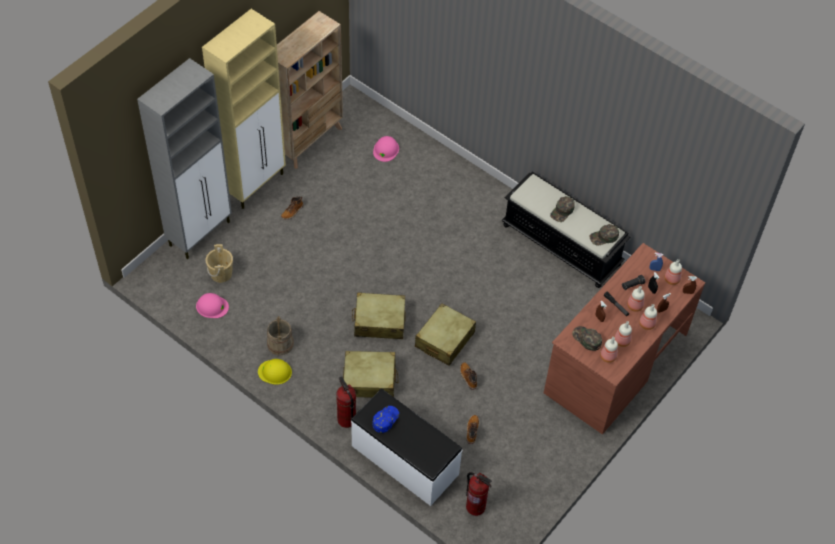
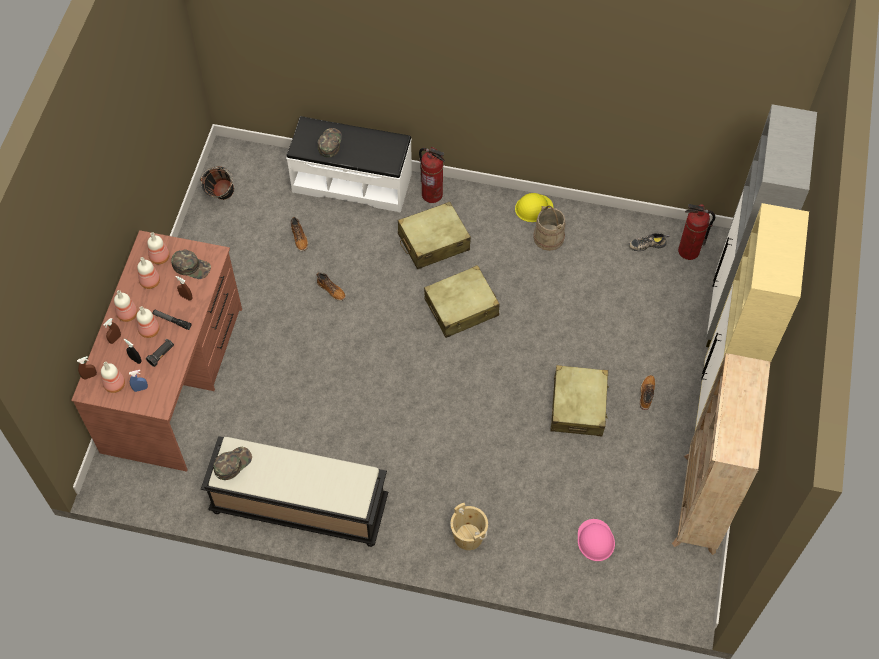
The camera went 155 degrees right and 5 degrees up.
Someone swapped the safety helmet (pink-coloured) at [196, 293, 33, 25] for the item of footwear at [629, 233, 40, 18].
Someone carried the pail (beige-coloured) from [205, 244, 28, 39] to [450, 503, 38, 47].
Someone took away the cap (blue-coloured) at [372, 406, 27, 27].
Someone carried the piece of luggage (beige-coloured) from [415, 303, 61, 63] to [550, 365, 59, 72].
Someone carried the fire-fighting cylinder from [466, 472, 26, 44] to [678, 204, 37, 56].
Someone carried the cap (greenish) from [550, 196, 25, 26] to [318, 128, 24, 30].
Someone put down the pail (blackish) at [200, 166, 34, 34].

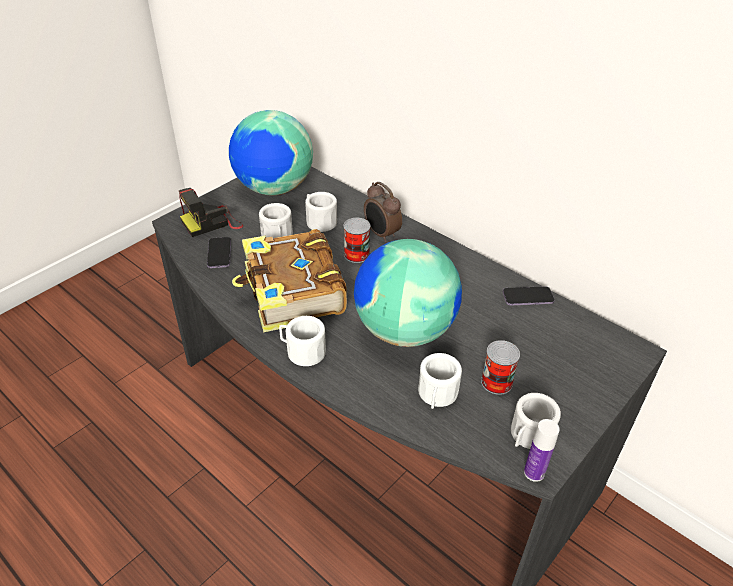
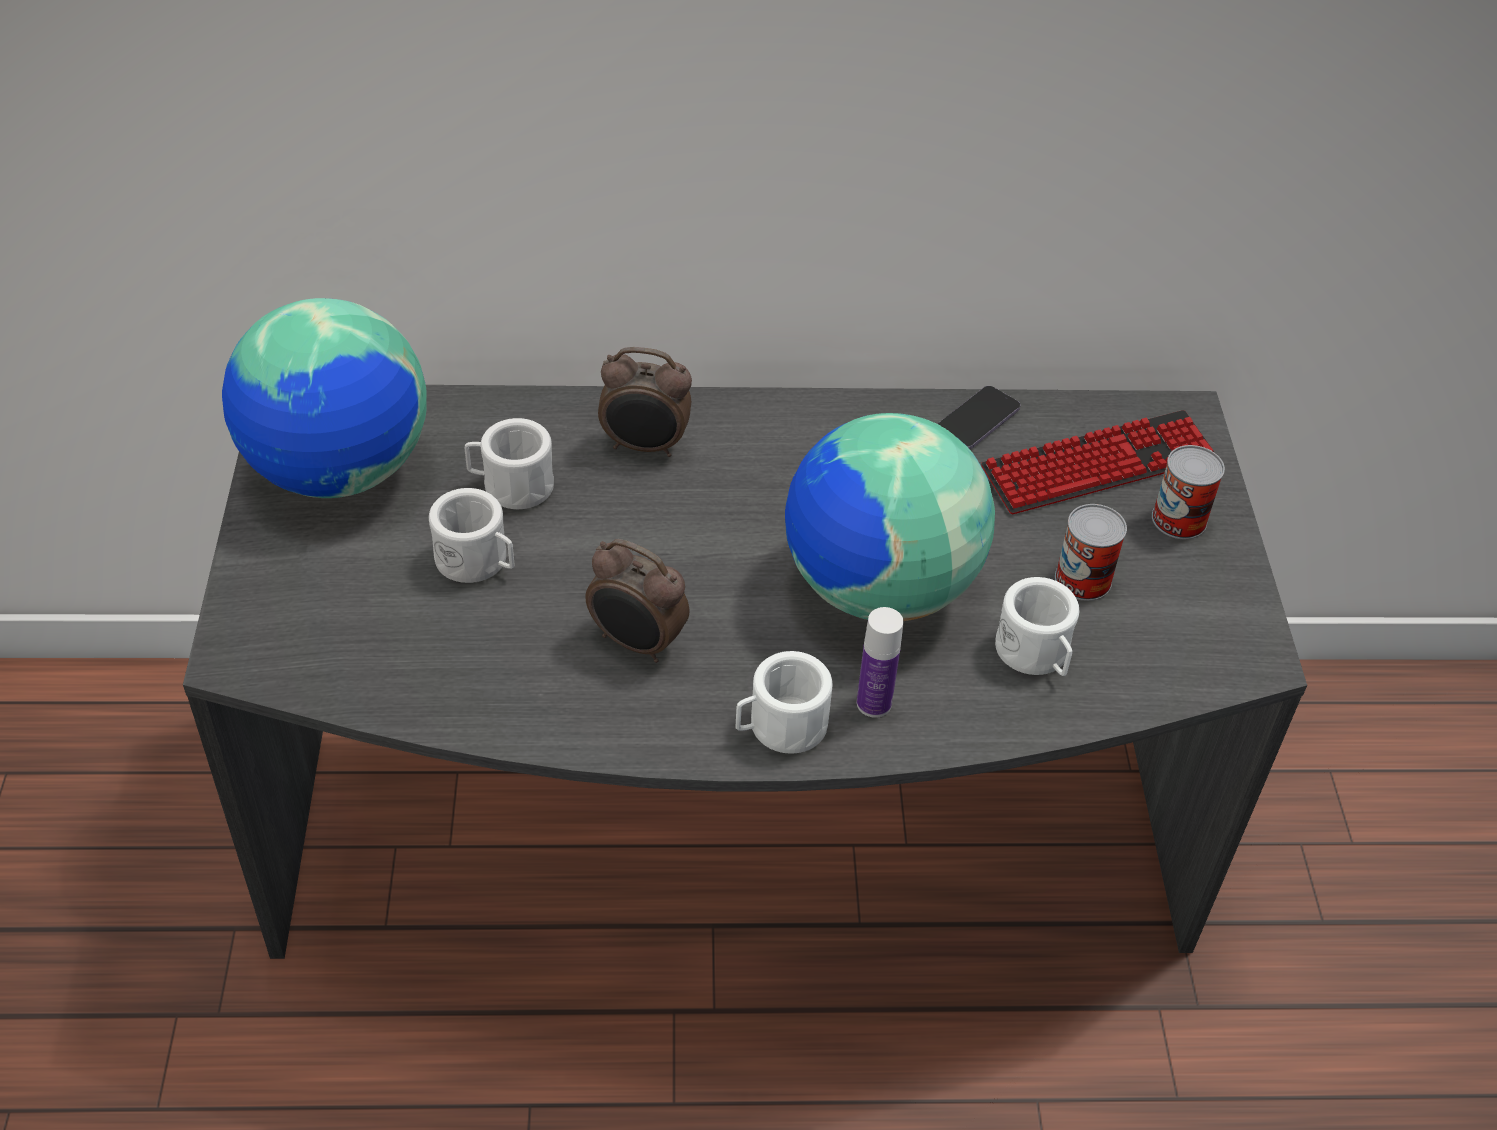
The camera went 45 degrees left and 5 degrees up.
Someone took away the still camera at [179, 188, 64, 49].
Someone took away the telephone at [207, 237, 24, 31].
Someone swapped the book at [232, 229, 115, 103] for the table clock at [586, 539, 103, 124].
Someone carried the metal can from [344, 218, 26, 45] to [1152, 445, 73, 94].
Someone took away the tea mug (white-coloured) at [511, 393, 50, 56].
Someone carried the beverage bottle from [524, 419, 36, 63] to [857, 607, 47, 111].
Someone put down the computer keyboard at [981, 410, 234, 104].

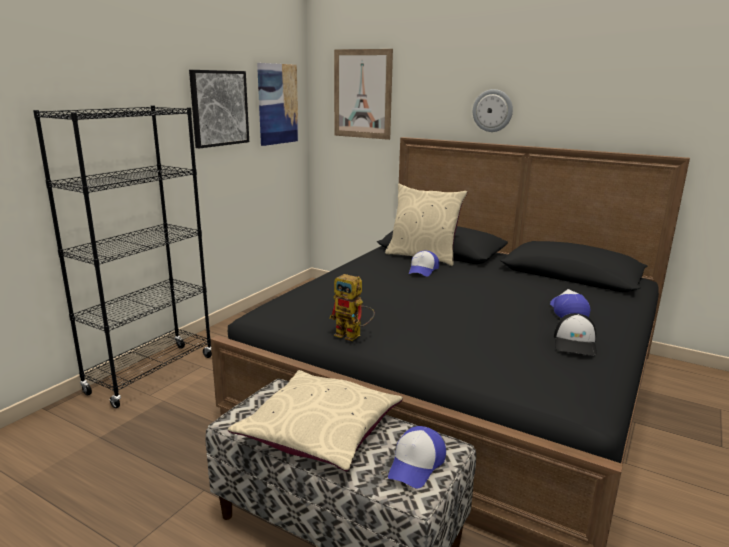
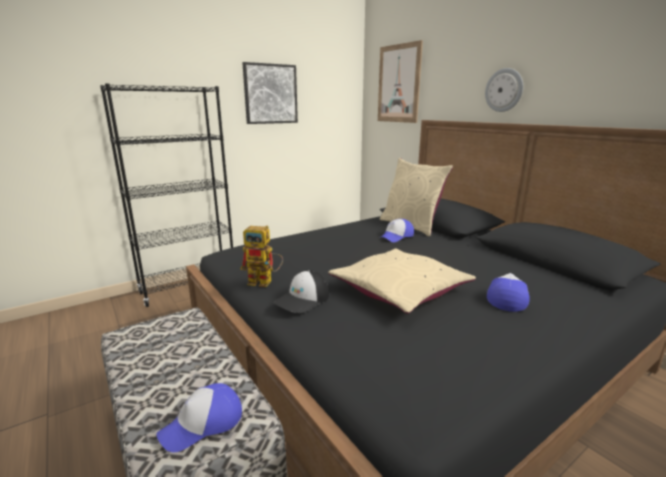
The camera went 25 degrees right and 0 degrees up.
Someone carried the pillow (beige-coloured) from [228, 370, 175, 101] to [328, 248, 148, 66].
Someone took away the picture at [257, 63, 42, 83].
Someone rotated the model robot at [330, 274, 45, 67] by 45 degrees counterclockwise.
Someone carried the cap from [554, 313, 43, 42] to [274, 270, 55, 43].

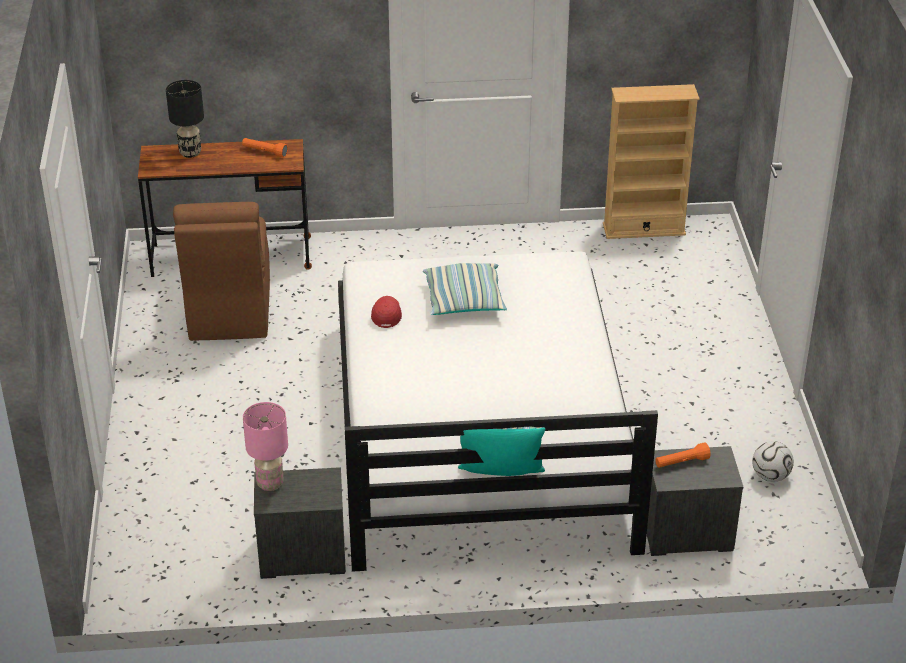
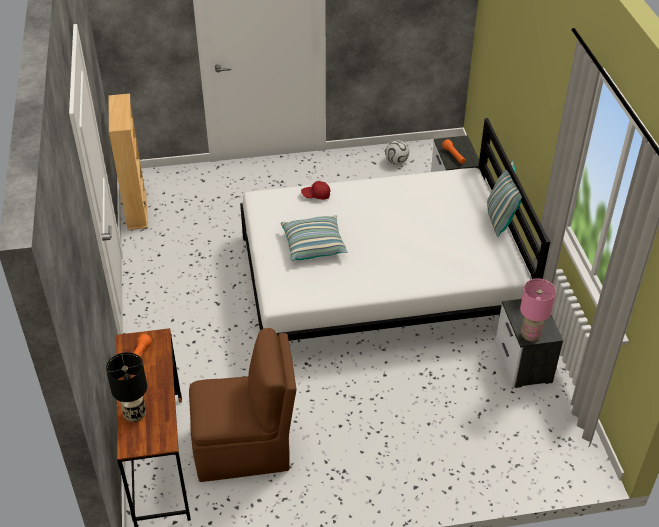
The camera went 95 degrees left and 5 degrees up.
Someone carried the cap (red) from [371, 296, 31, 32] to [301, 181, 29, 19].

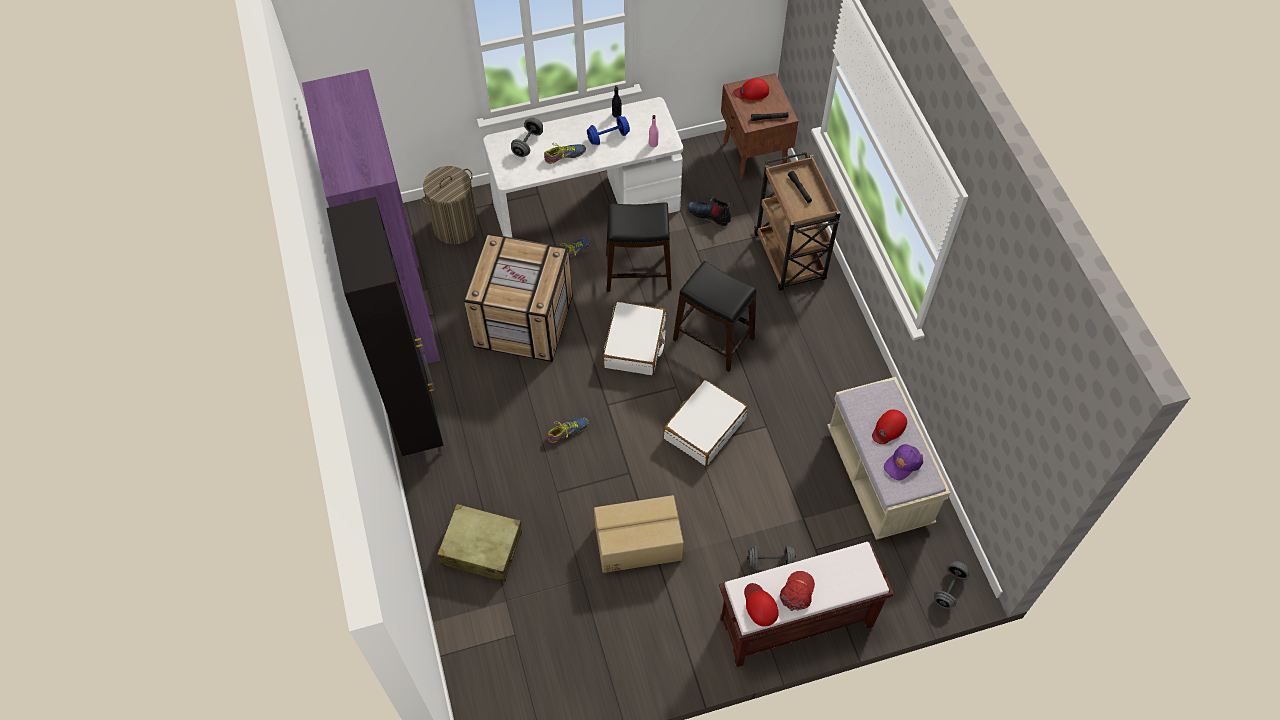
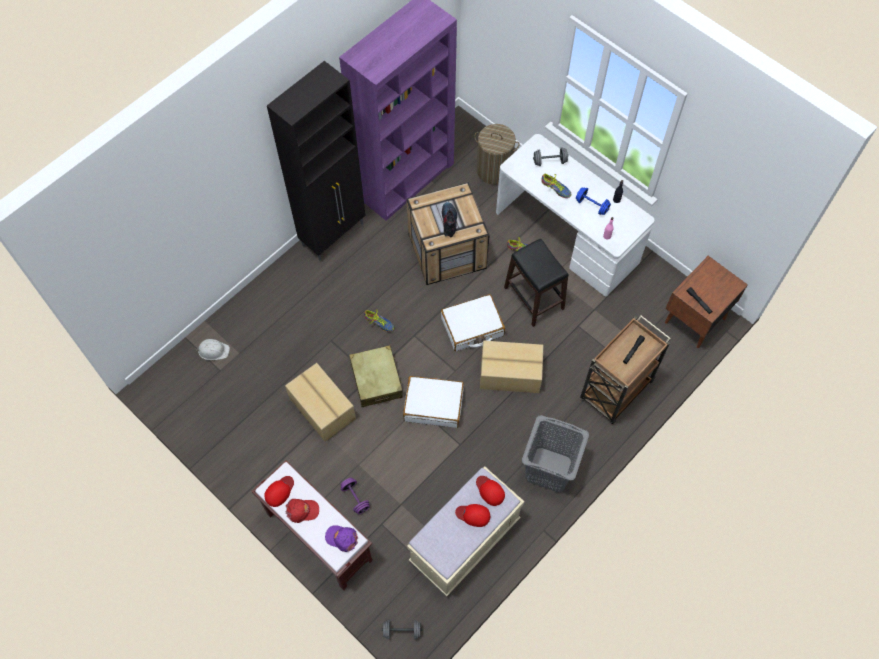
The camera went 60 degrees right and 5 degrees up.
Someone carried the piece of luggage (beige-coloured) from [437, 504, 85, 78] to [349, 345, 54, 62].
Someone swapped the stool (blackish) at [673, 261, 84, 111] for the cardboard box at [480, 341, 63, 52].
Someone carried the tall boot from [688, 197, 46, 29] to [442, 202, 15, 35].
Someone carried the cap (red) from [733, 78, 36, 22] to [476, 476, 29, 30].
Someone repainted the dumbbell (gray) at [747, 545, 49, 24], which became the dumbbell (purplish) at [341, 478, 29, 36].
Someone carried the cap (purplish) from [884, 444, 39, 36] to [325, 525, 33, 27].
Someone put down the safety helmet (white-coloured) at [196, 339, 34, 21].
Someone put down the hamper (gray) at [522, 415, 67, 77].

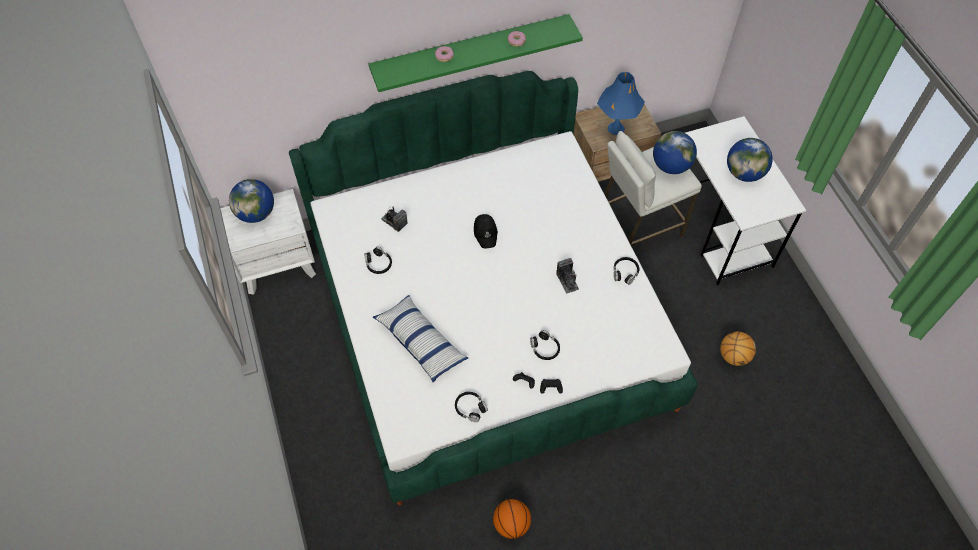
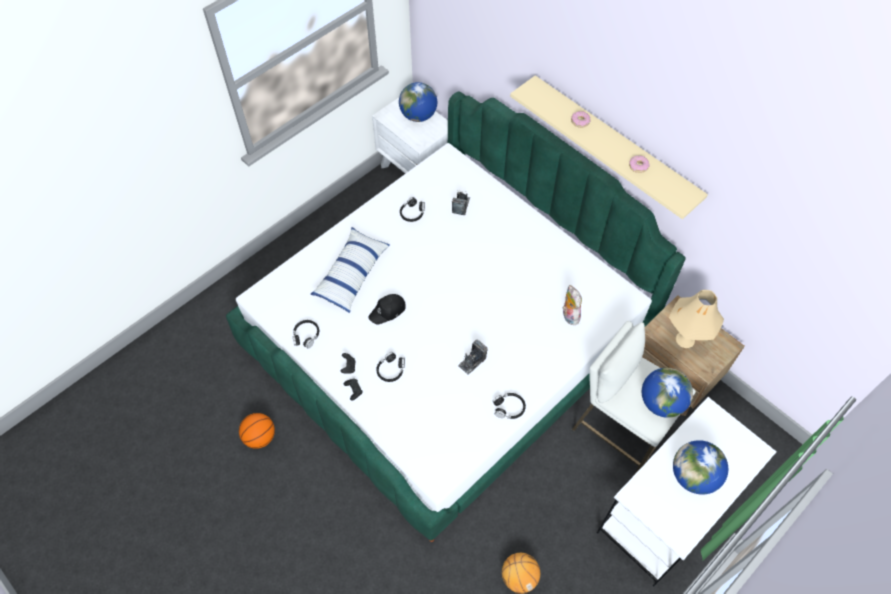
The camera went 65 degrees right and 0 degrees up.
Someone repainted the shelf (greenish) at [368, 14, 215, 78], which became the shelf (beige-coloured) at [510, 76, 198, 143].
Someone carried the cap (blackish) from [474, 214, 24, 34] to [369, 294, 37, 31].
Someone repainted the tabletop lamp (blue-coloured) at [597, 72, 48, 63], which became the tabletop lamp (beige-coloured) at [669, 290, 55, 58].
Someone put down the cuddly toy at [563, 285, 19, 40].

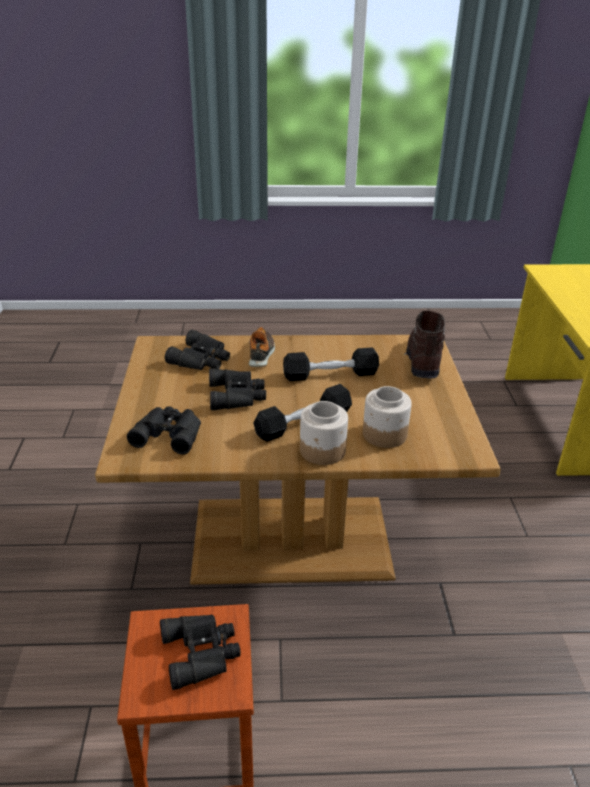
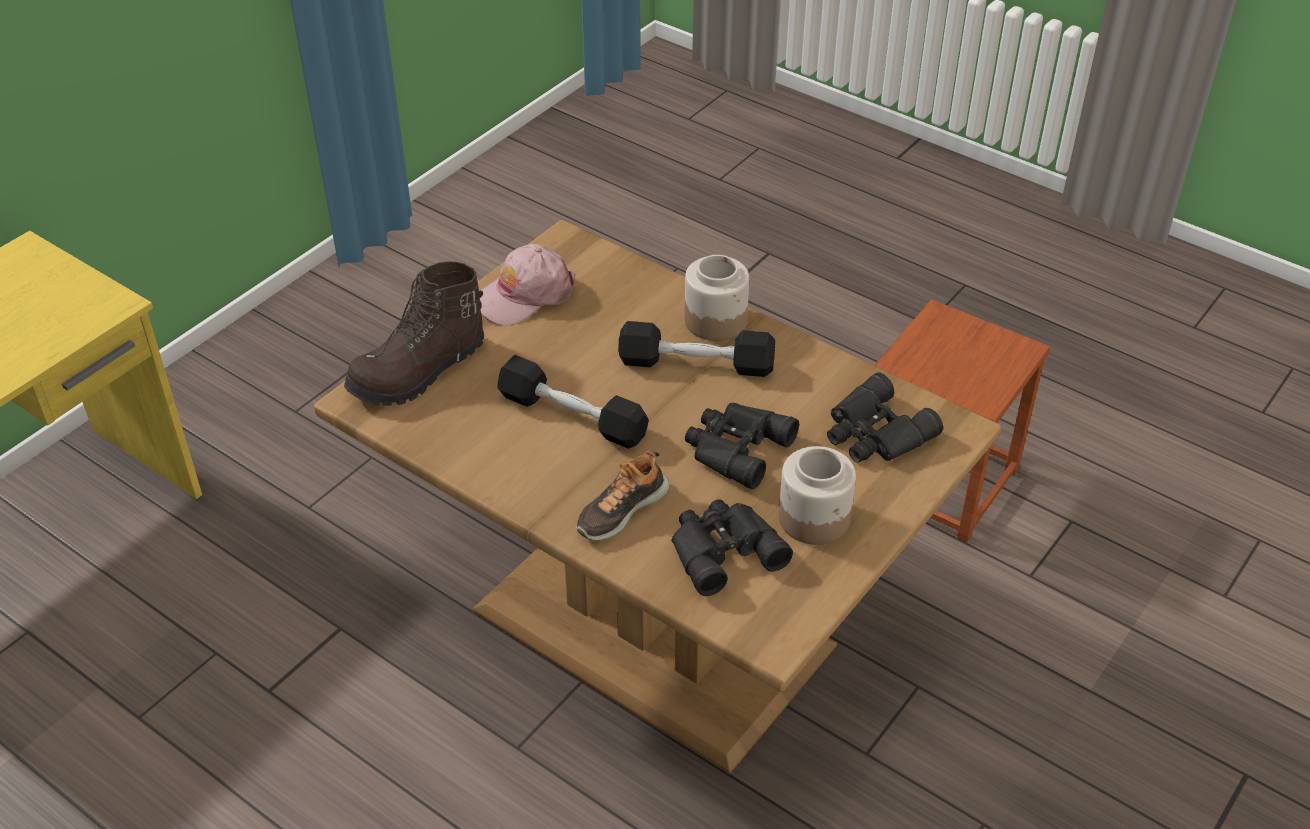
The camera went 140 degrees left and 10 degrees up.
Someone took away the field glasses (blackish) at [160, 614, 81, 76].
Someone carried the storage jar from [363, 386, 49, 62] to [779, 446, 77, 99].
Someone put down the cap (pink-coloured) at [480, 244, 95, 82].

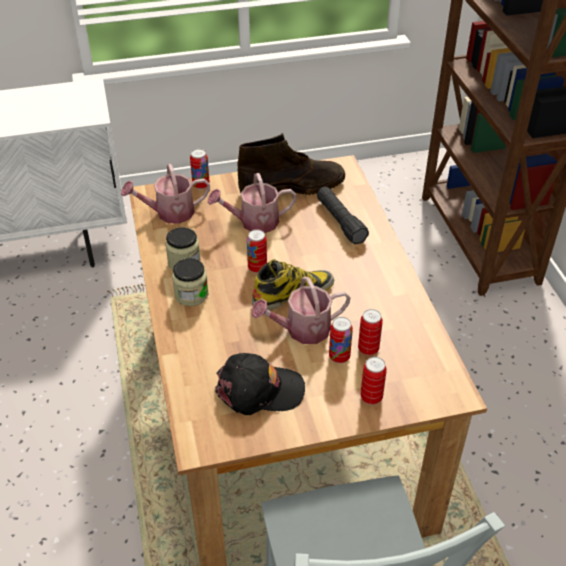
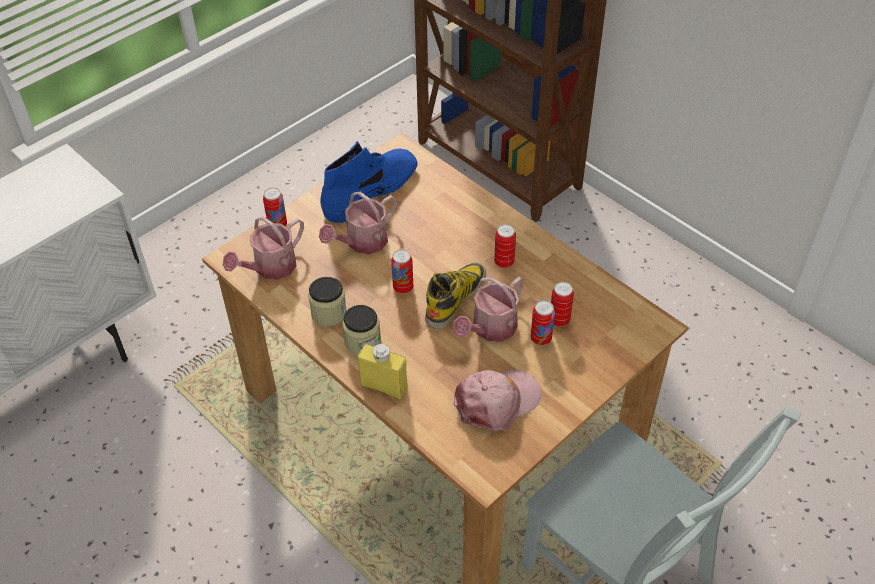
The camera went 30 degrees left and 5 degrees up.
Someone repainted the cap (blackish) at [215, 353, 90, 62], which became the cap (pink-coloured) at [454, 370, 88, 61].
Someone repainted the tall boot (brown) at [237, 133, 108, 62], which became the tall boot (blue-coloured) at [320, 141, 98, 82].
Someone took away the torch (blackish) at [317, 187, 52, 57].
Someone carried the metal can from [361, 357, 26, 48] to [494, 224, 22, 44].
Someone put down the beverage bottle (yellow) at [358, 344, 50, 55].

